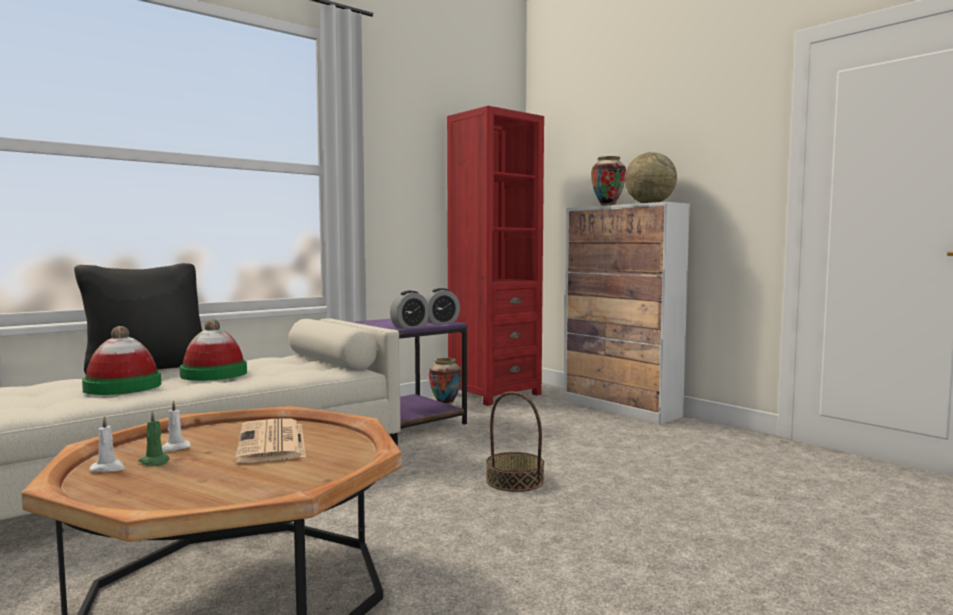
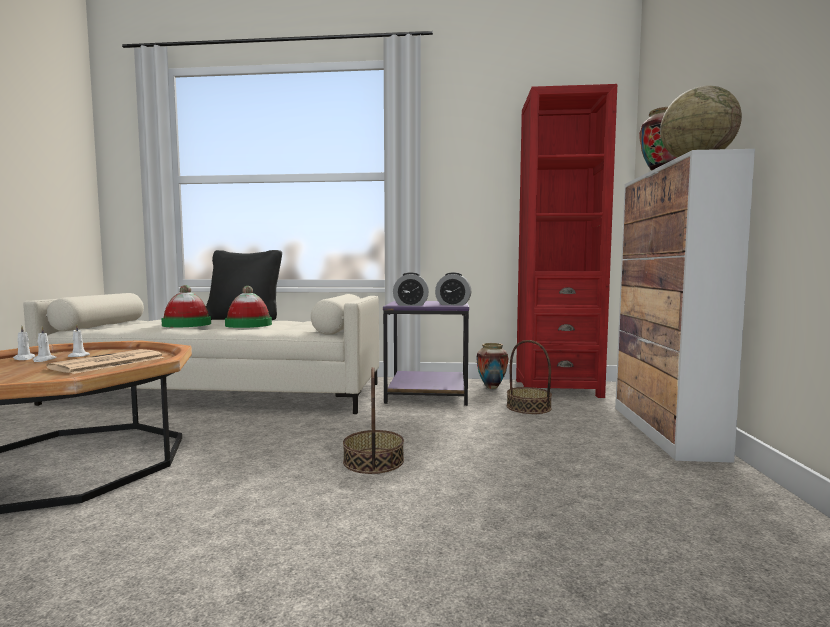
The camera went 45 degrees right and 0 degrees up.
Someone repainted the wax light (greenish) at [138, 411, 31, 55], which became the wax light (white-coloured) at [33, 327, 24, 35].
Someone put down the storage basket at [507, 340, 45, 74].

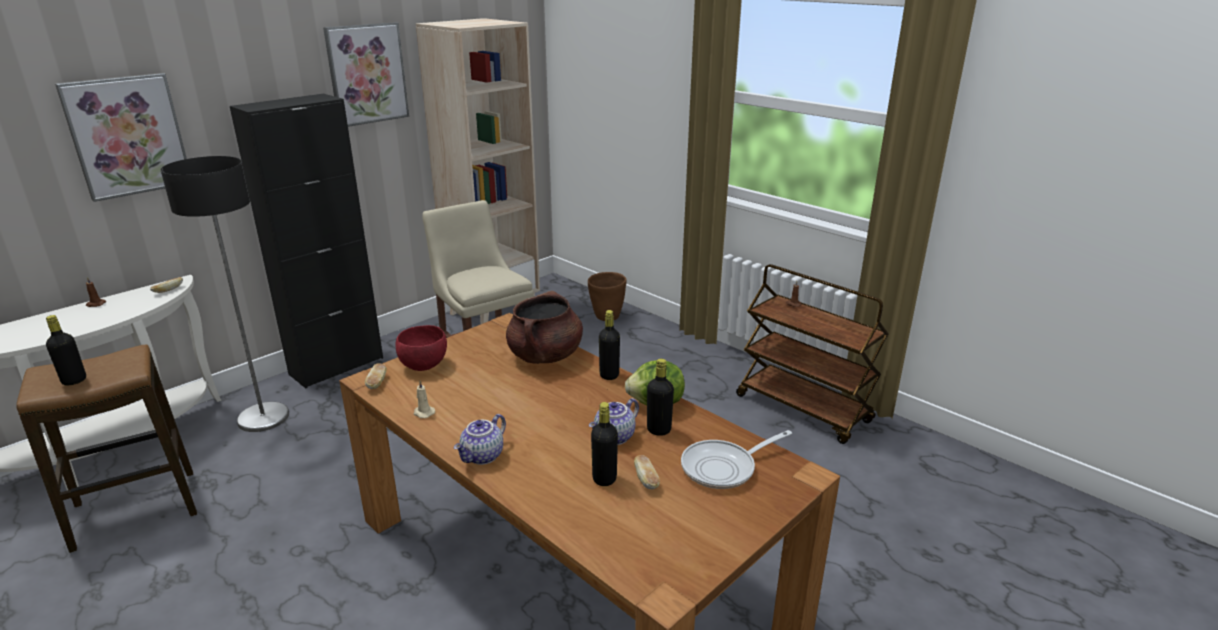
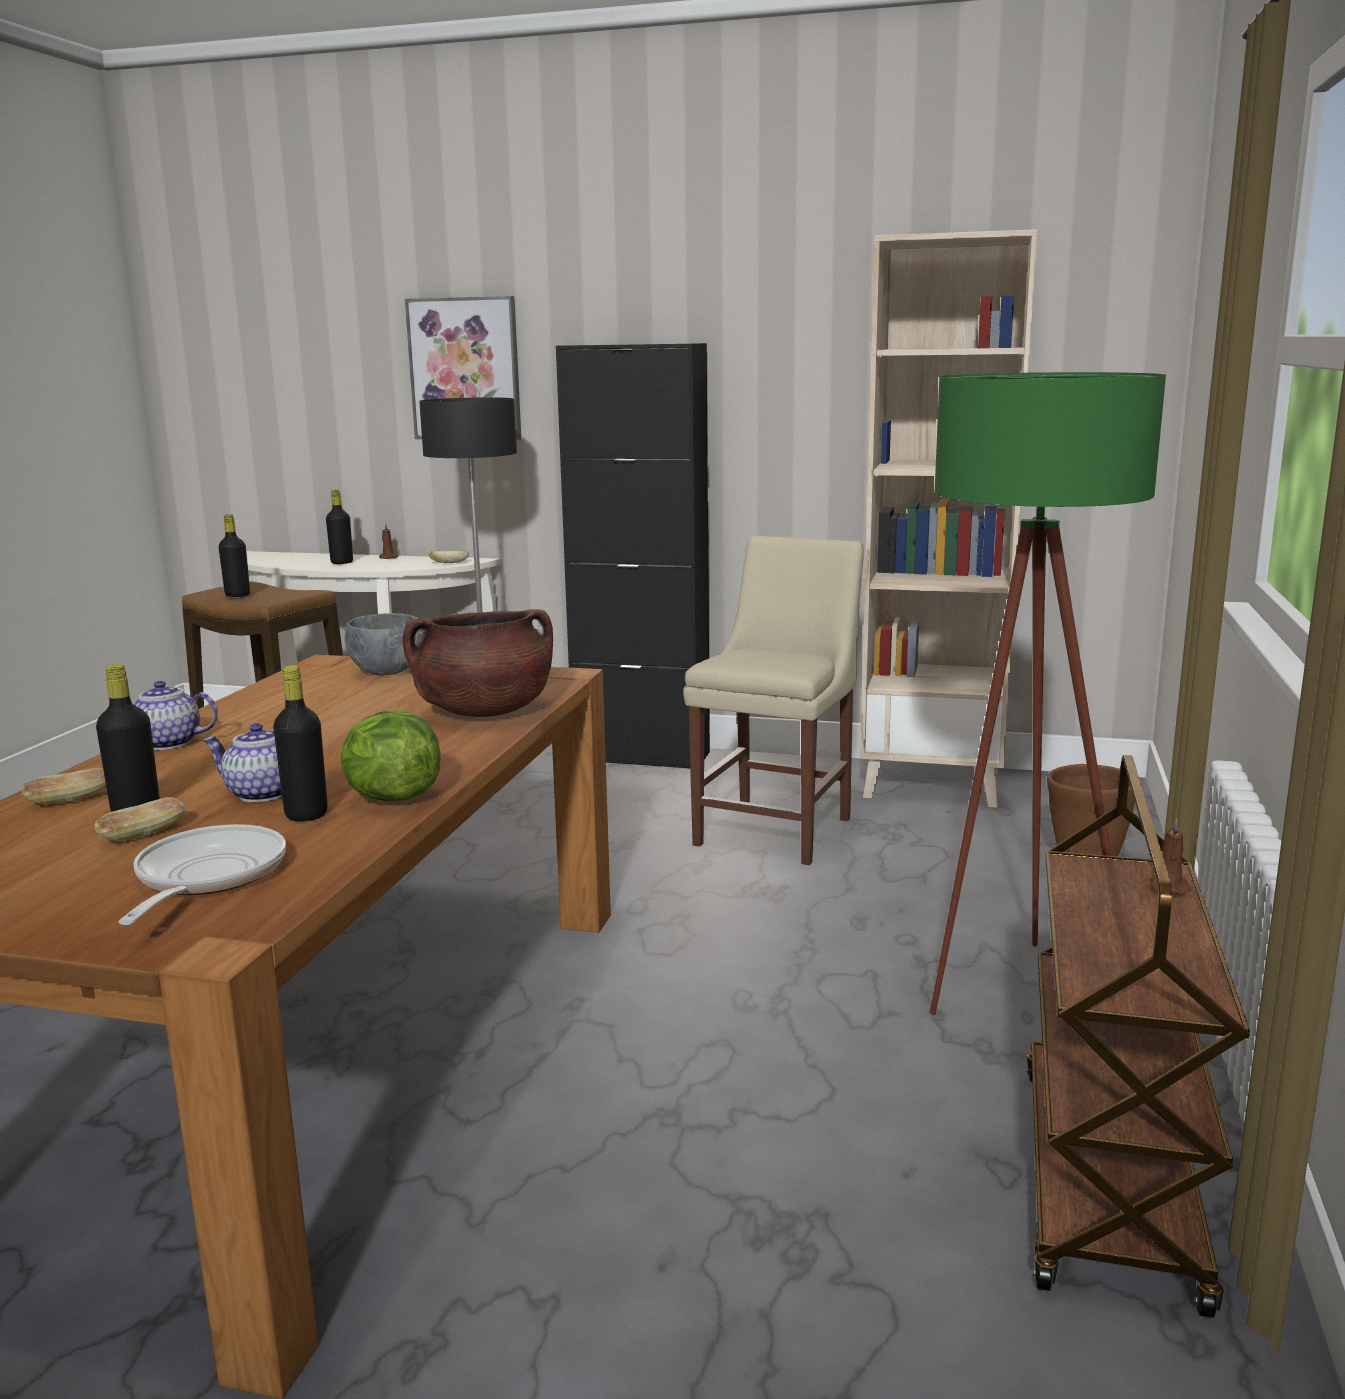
The camera went 60 degrees right and 10 degrees down.
Someone took away the picture at [323, 22, 86, 105].
Someone carried the bread from [365, 364, 22, 25] to [22, 768, 84, 37].
Someone repainted the deep dish (red) at [395, 325, 52, 46], which became the deep dish (gray) at [344, 613, 80, 63].
Someone took away the wax light (beige-coloured) at [414, 381, 21, 37].
Someone carried the beverage bottle (blackish) from [599, 310, 21, 70] to [326, 489, 27, 75].
Someone rotated the skillet at [681, 430, 111, 59] by 60 degrees clockwise.
Someone put down the standard lamp (greenish) at [930, 372, 236, 643].

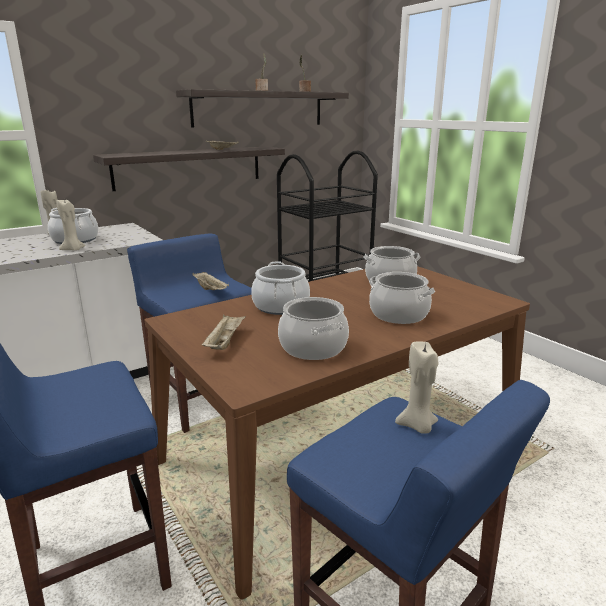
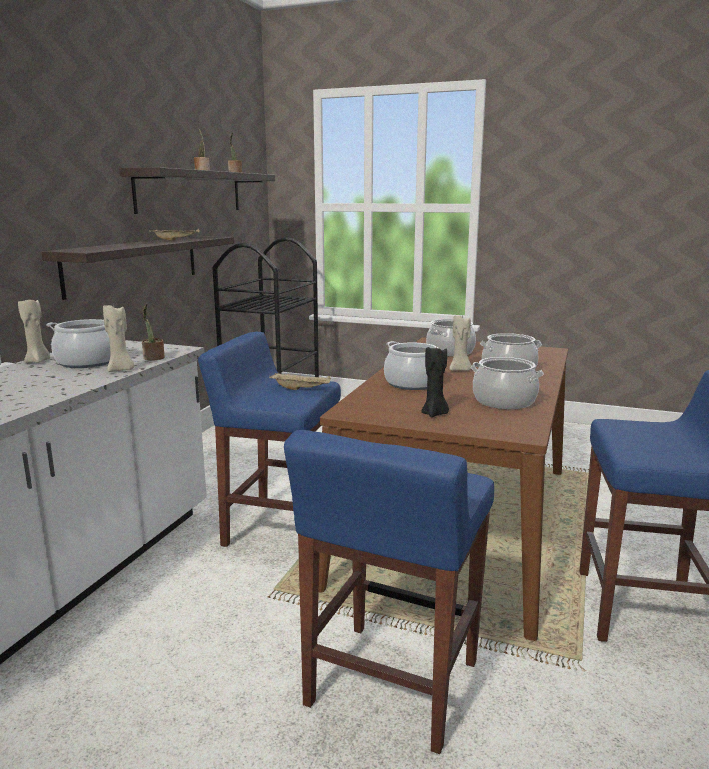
The camera went 35 degrees left and 5 degrees down.
Someone swapped the carrying tray (beige-coloured) at [201, 314, 45, 36] for the wax light (blackish) at [421, 345, 28, 72].
Someone carried the wax light (beige-coloured) from [395, 342, 43, 92] to [450, 313, 21, 58].
Someone put down the potted plant at [142, 303, 23, 58].

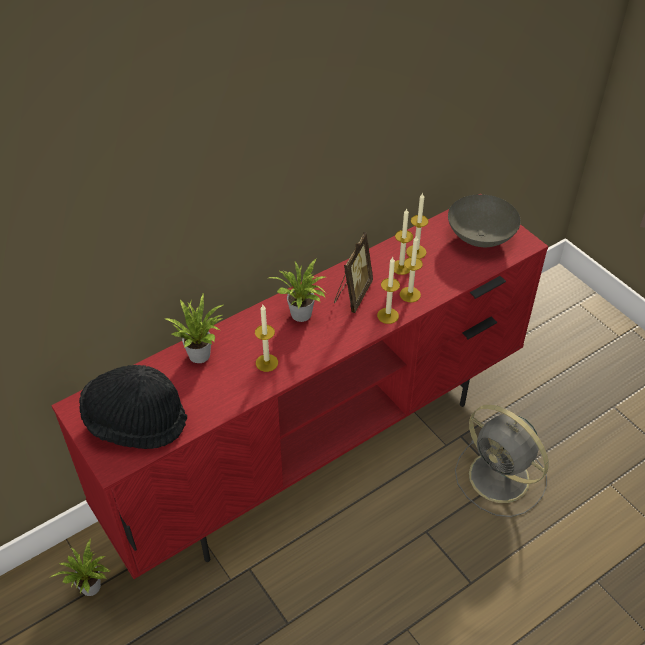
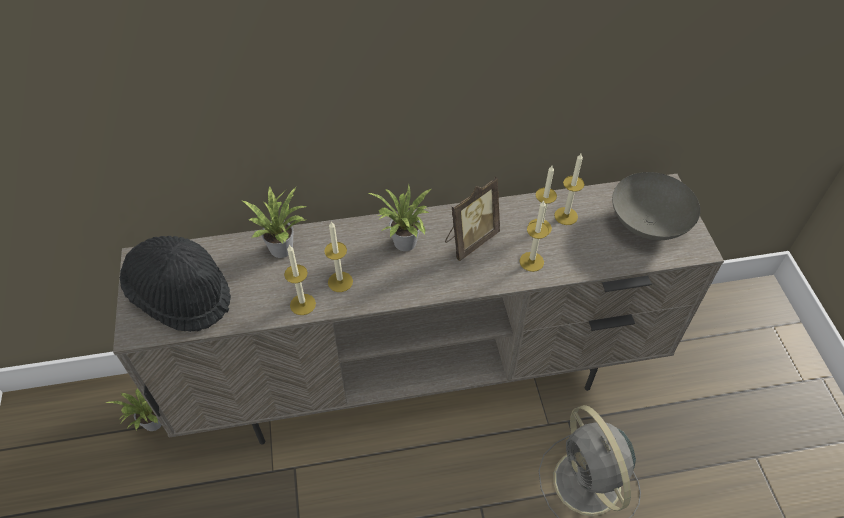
The camera went 25 degrees right and 5 degrees up.
Someone repainted the tv stand (red) at [51, 193, 497, 386], which became the tv stand (beige-coloured) at [113, 174, 611, 271].
Someone carried the wax light from [377, 257, 23, 67] to [284, 245, 32, 70].

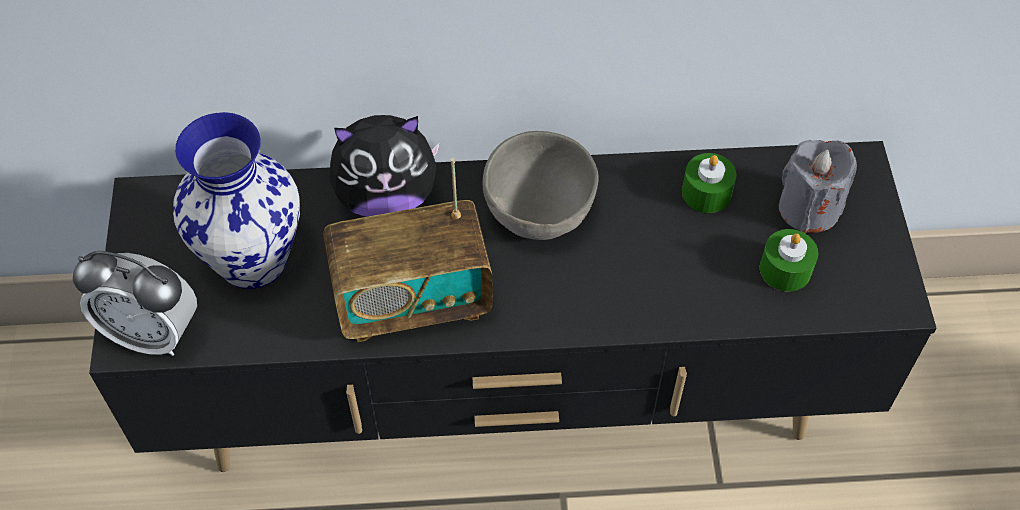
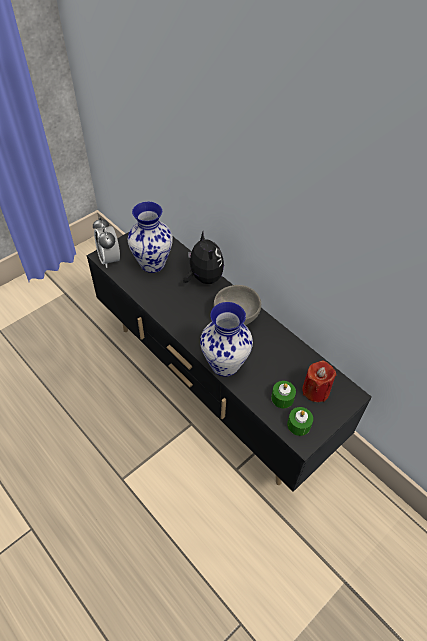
The camera went 50 degrees right and 5 degrees down.
Someone took away the radio set at [324, 158, 169, 184].
Someone rotated the cuddly toy at [329, 115, 111, 102] by 150 degrees counterclockwise.
Someone carried the wax light (greenish) from [682, 153, 54, 60] to [287, 407, 26, 29].
Someone repainted the wax light (gray) at [778, 140, 79, 94], which became the wax light (red) at [303, 361, 33, 41].
Someone put down the decorative vase at [200, 302, 53, 75].

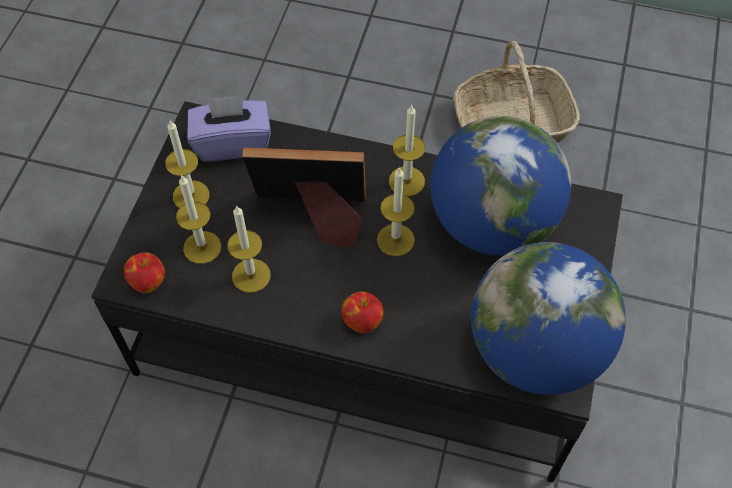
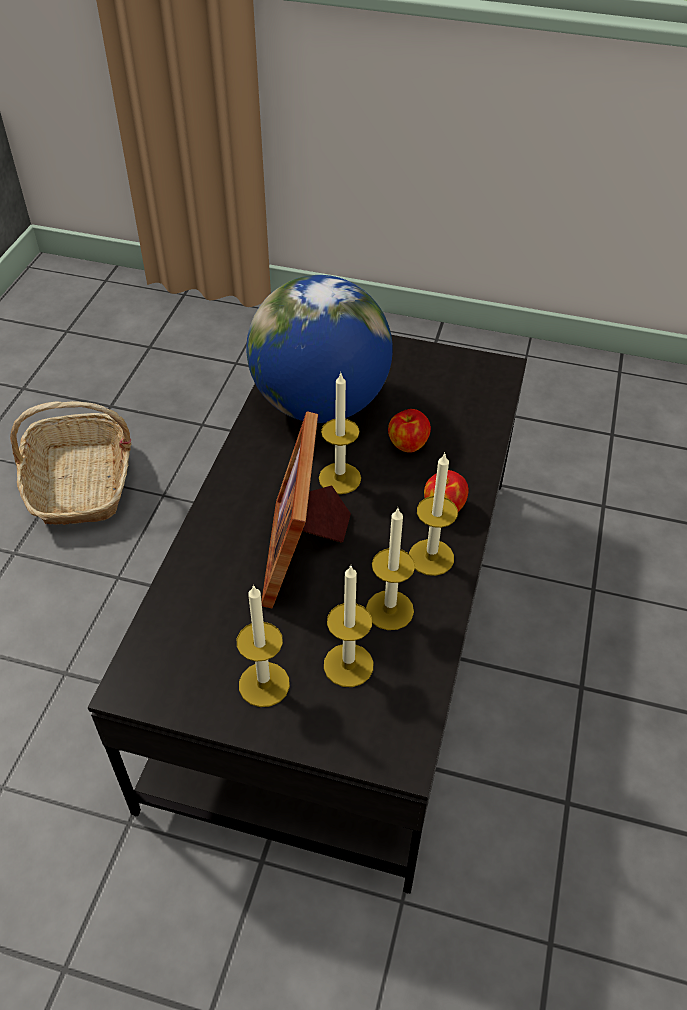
The camera went 90 degrees left and 10 degrees down.
Someone carried the whole apple from [124, 252, 41, 41] to [388, 409, 43, 44].
Someone took away the tissue box (purplish) at [187, 96, 84, 66].
Someone carried the wax light from [389, 105, 36, 91] to [409, 452, 49, 124].
Someone took away the desk globe at [471, 242, 155, 153].

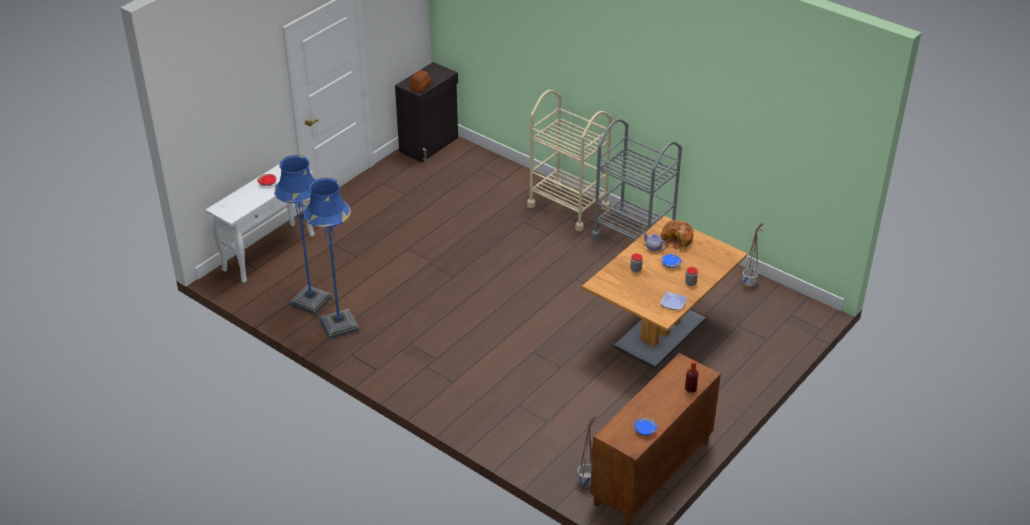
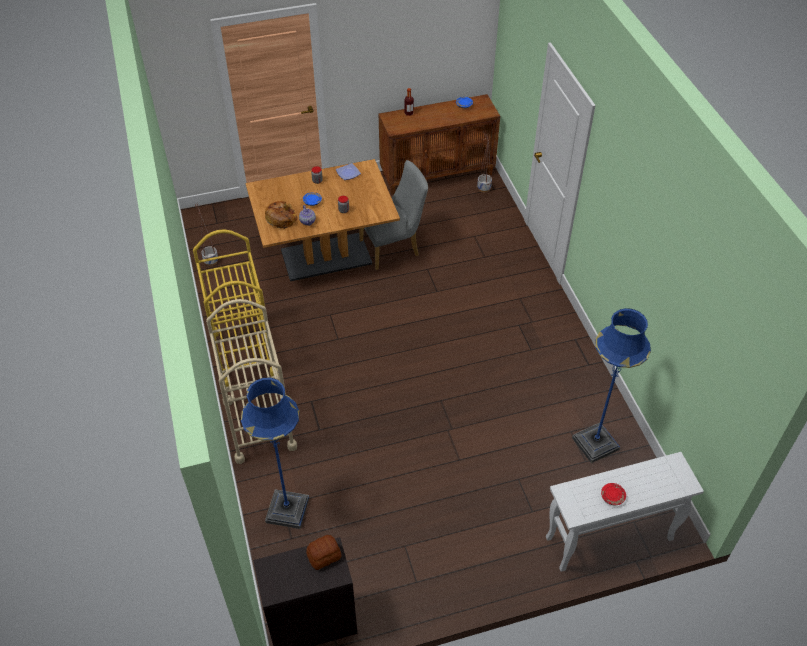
The camera went 145 degrees left and 10 degrees up.
Someone carried the standard lamp (blue-coloured) from [303, 178, 56, 161] to [241, 378, 68, 151].
Someone repainted the wheeled cart (gray) at [591, 119, 91, 121], which became the wheeled cart (yellow) at [193, 229, 84, 158].
Someone put down the plain chair (gray) at [359, 160, 69, 110].

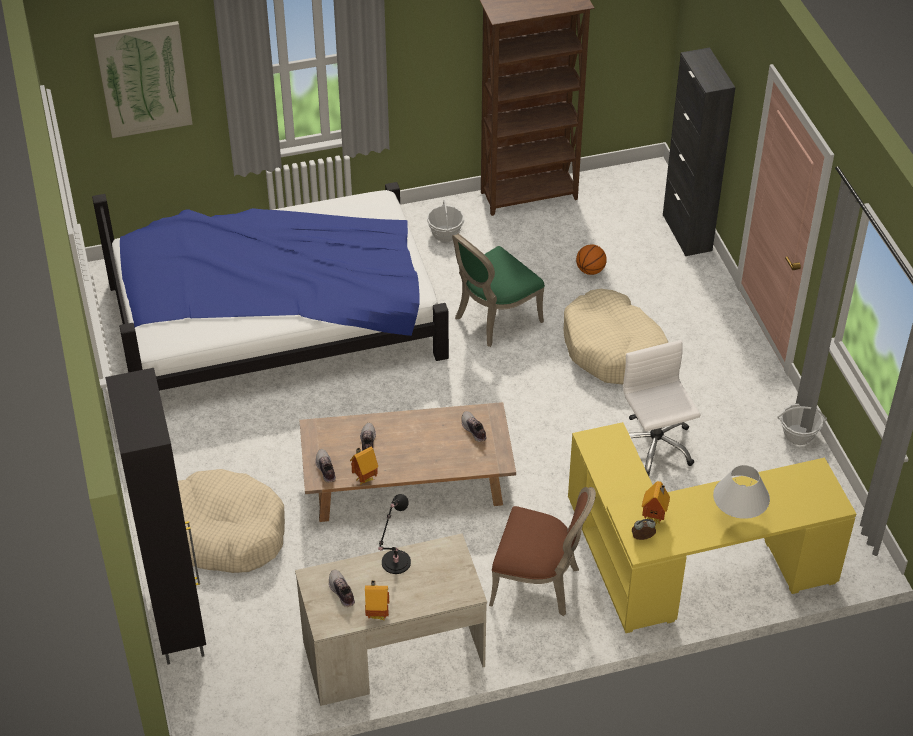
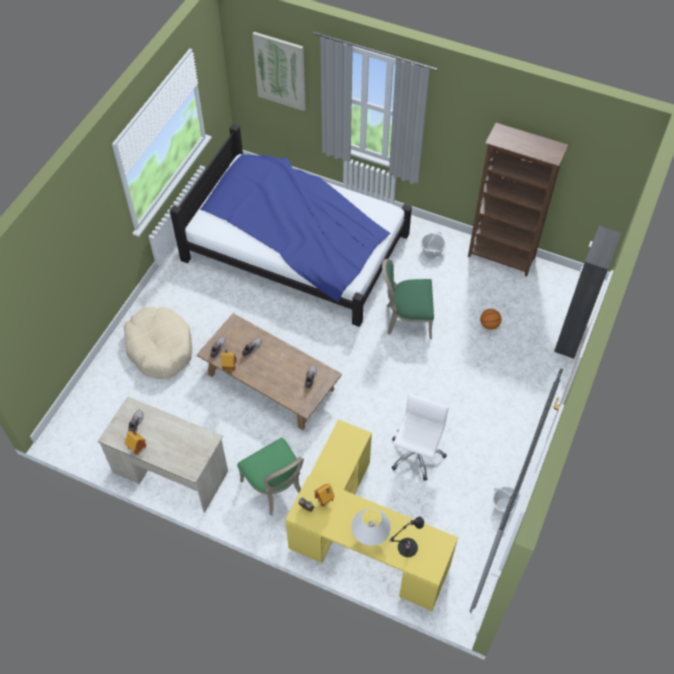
The camera went 40 degrees right and 10 degrees up.
Someone took away the cupboard (blackish) at [105, 368, 101, 297].
Someone carried the tabletop lamp (blackish) from [378, 494, 33, 80] to [389, 517, 35, 40].
Someone repainted the plain chair (brown) at [489, 487, 107, 129], which became the plain chair (greenish) at [237, 438, 67, 77].
Someone took away the dog bed (beige-coloured) at [563, 289, 106, 96].

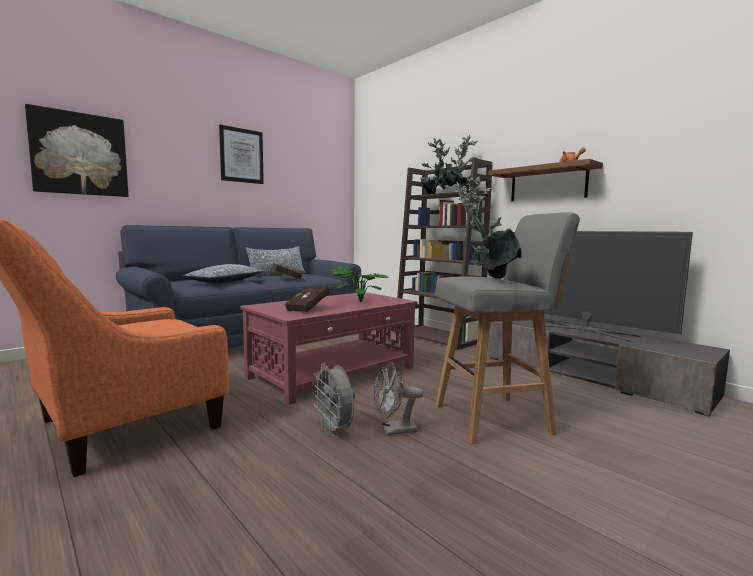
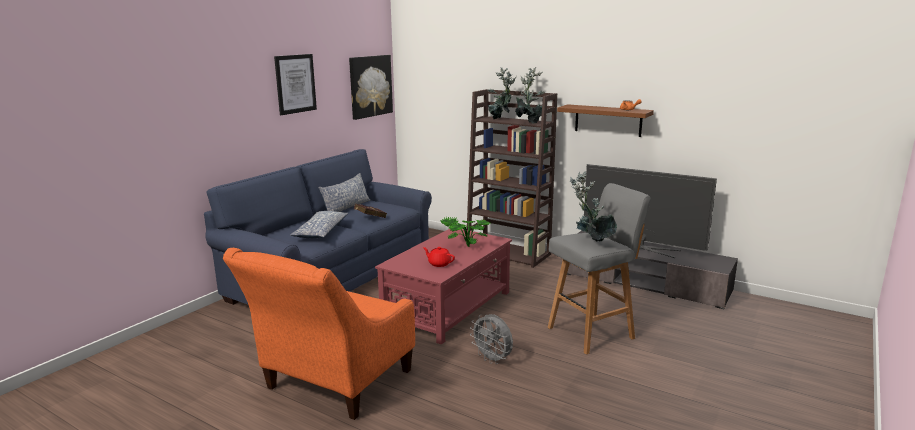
The camera went 15 degrees left and 10 degrees up.
Someone carried the picture from [25, 104, 104, 93] to [349, 55, 44, 65].
Someone swapped the book (red) at [285, 286, 45, 26] for the teapot (red) at [423, 247, 32, 20].
Someone took away the fan (gray) at [374, 362, 49, 73].

